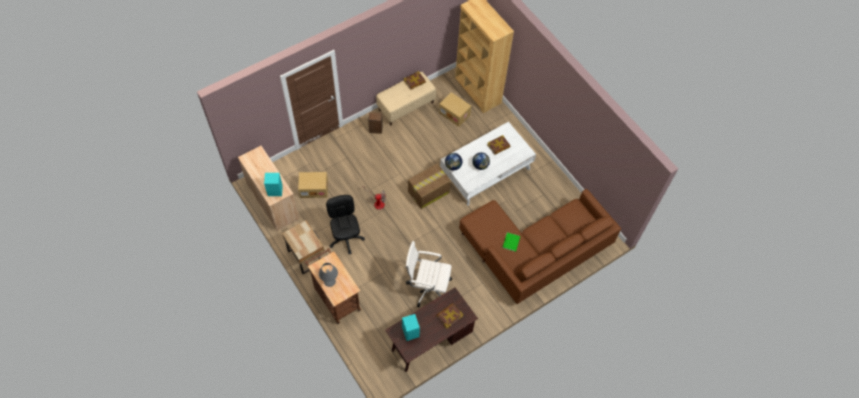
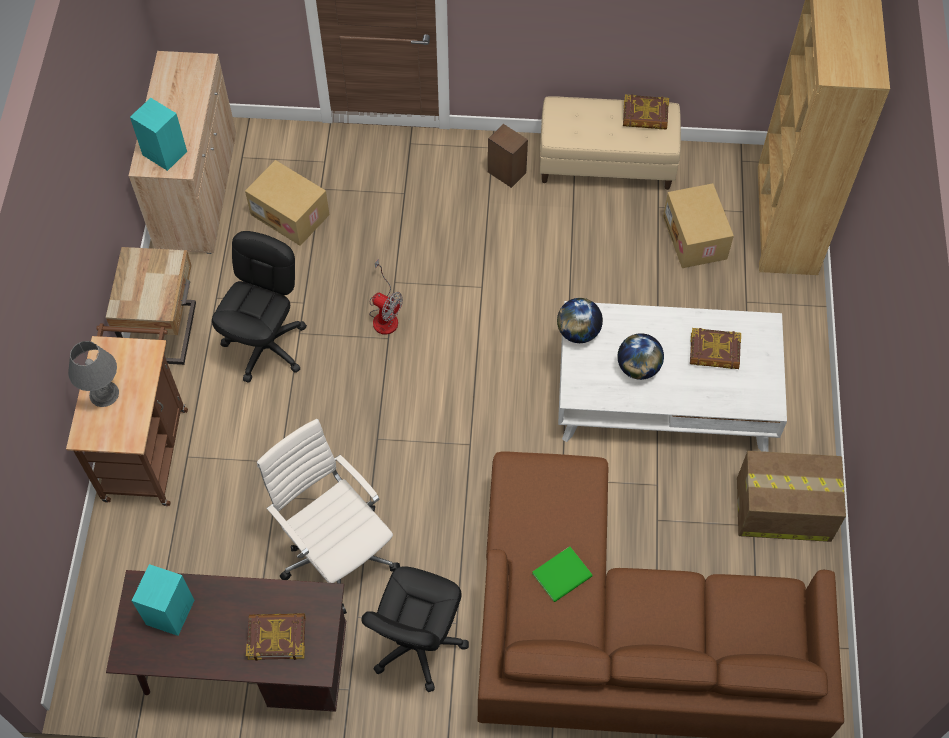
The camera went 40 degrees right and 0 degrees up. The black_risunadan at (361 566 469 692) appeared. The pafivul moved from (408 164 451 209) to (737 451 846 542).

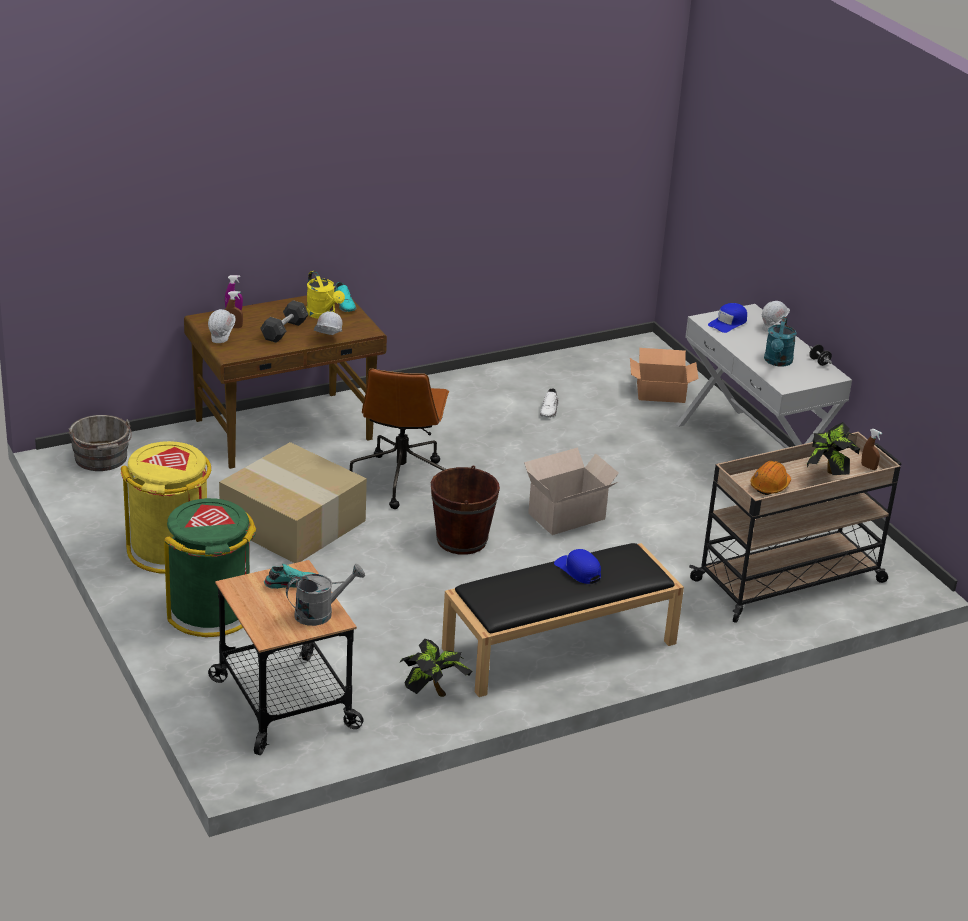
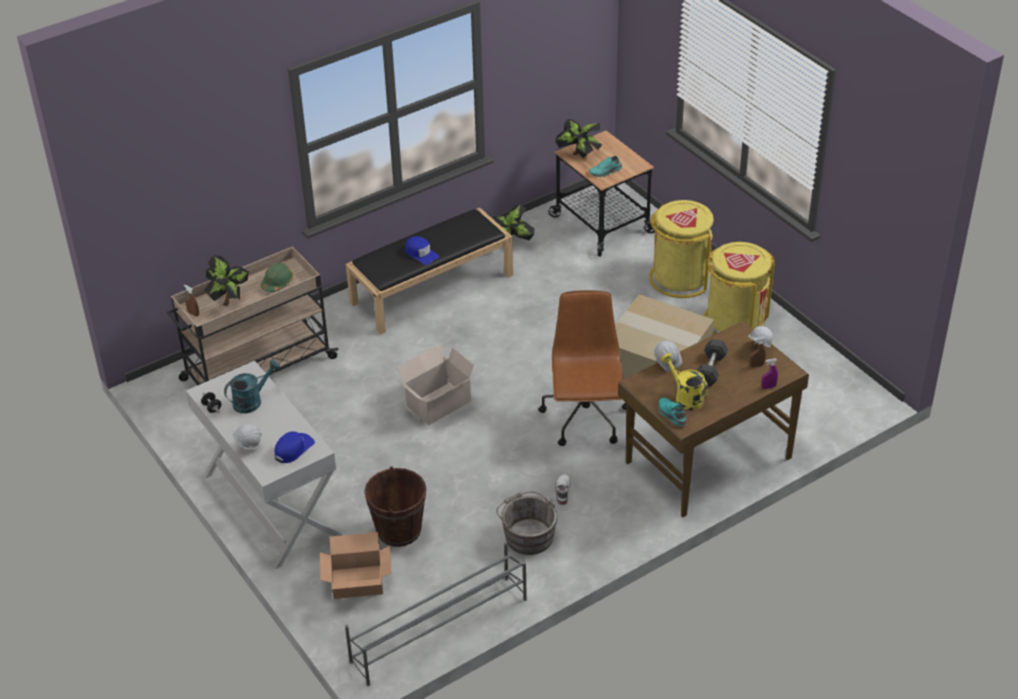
The camera went 175 degrees right and 10 degrees up. The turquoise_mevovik at (764 316 797 366) turned 45 degrees clockwise. The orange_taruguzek at (751 461 791 495) became the green_taruguzek at (261 263 293 292). The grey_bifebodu at (345 541 527 686) appeared. The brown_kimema moved from (431 465 500 555) to (364 467 426 547). The grey_kimema moved from (69 415 132 471) to (497 492 557 555). The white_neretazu moved from (540 388 559 418) to (554 474 571 505). The grey_mevovik at (286 564 365 626) was replaced by the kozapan at (555 119 602 158). The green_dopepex at (164 498 256 637) became the yellow_dopepex at (649 200 714 298).

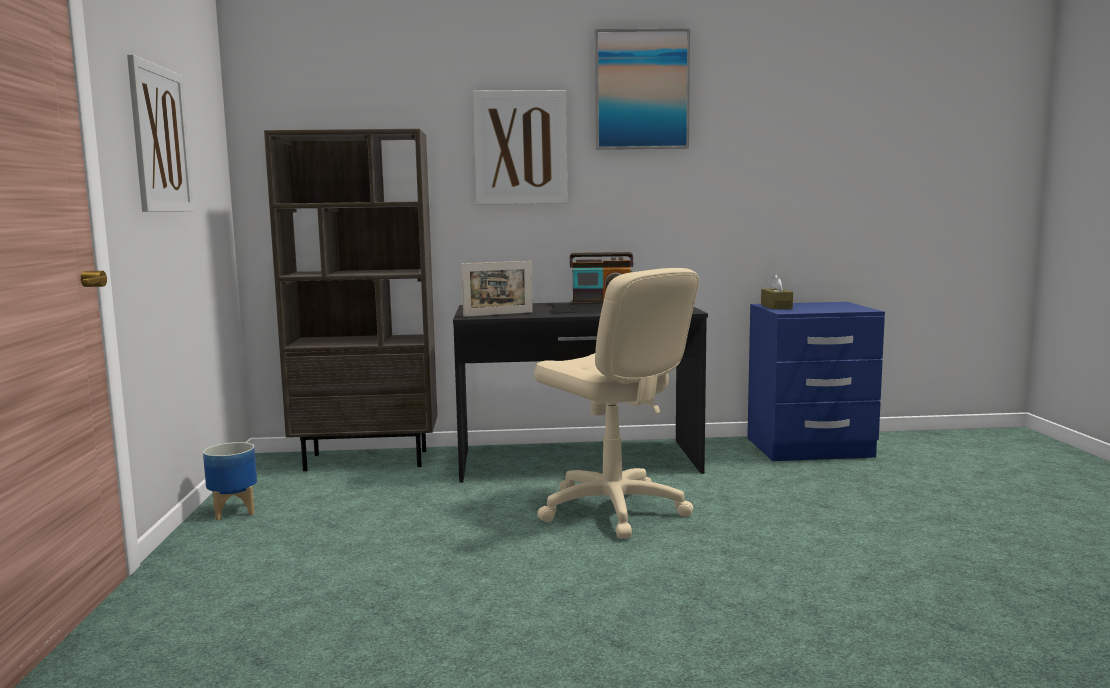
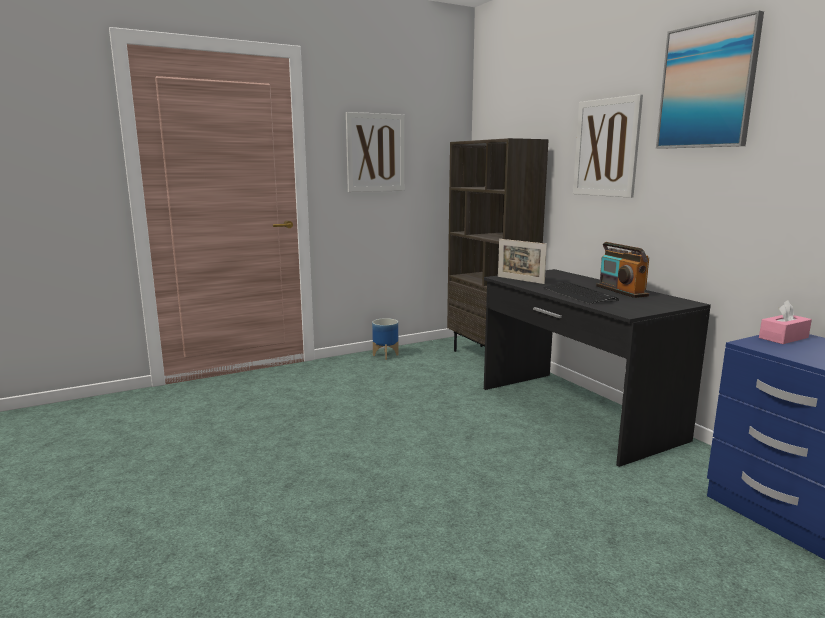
The camera went 65 degrees right and 5 degrees up. The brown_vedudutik at (761 274 793 309) became the pink_vedudutik at (759 300 812 344). The beige_risunadan at (534 268 699 538) disappeared.

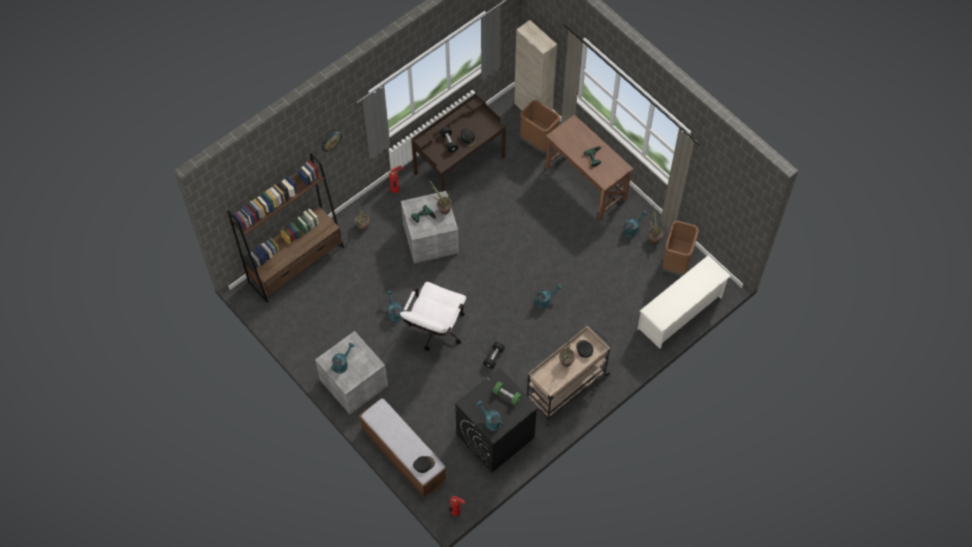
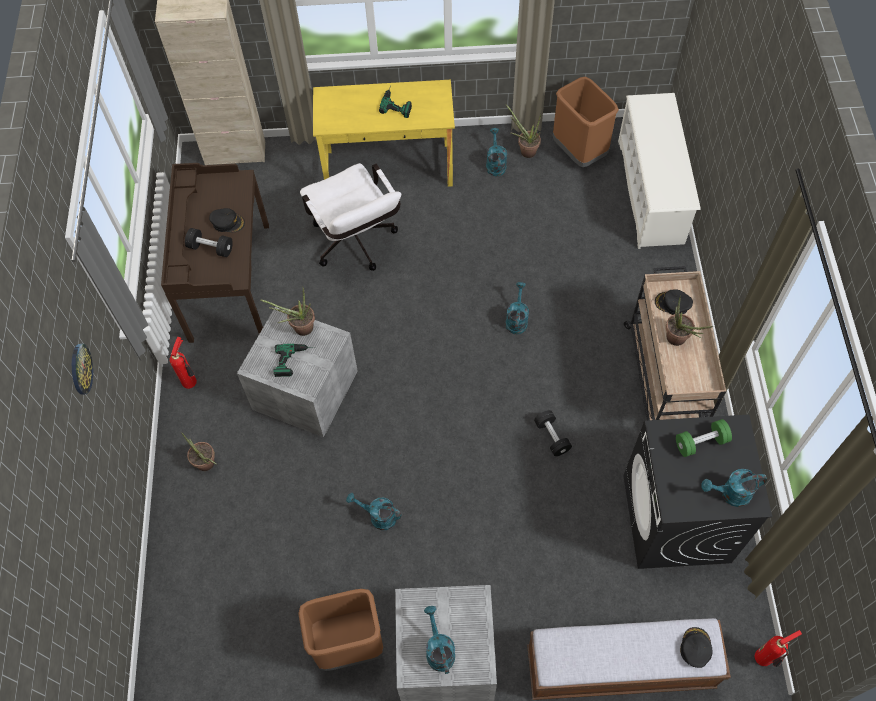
The camera went 50 degrees left and 0 degrees up. The brown_dopepex moved from (520 100 560 154) to (298 589 384 671). The white_risunadan moved from (400 282 466 351) to (300 163 402 271). The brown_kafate at (545 115 633 220) became the yellow_kafate at (313 80 455 187). The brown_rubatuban at (227 153 344 303) disappeared.

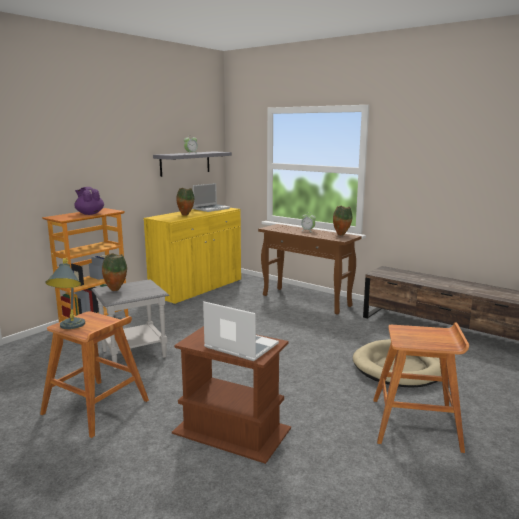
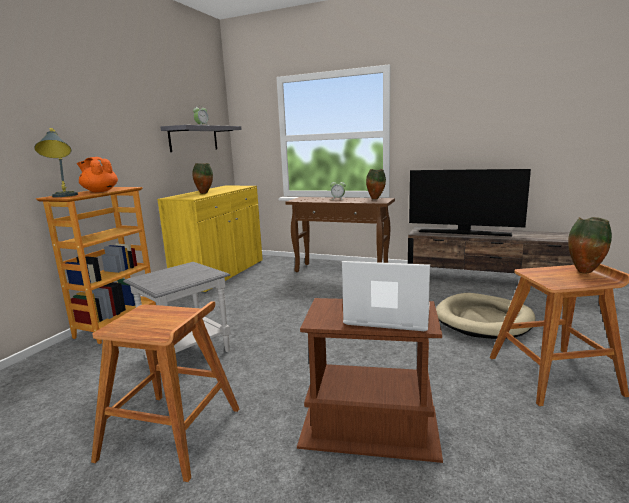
The camera went 15 degrees left and 0 degrees up. The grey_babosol moved from (45 258 85 329) to (34 128 78 197). The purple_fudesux at (74 187 104 215) became the orange_fudesux at (77 157 118 192). The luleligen at (409 169 531 236) appeared. The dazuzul moved from (102 253 127 291) to (568 217 612 274). The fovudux at (193 183 230 212) disappeared.

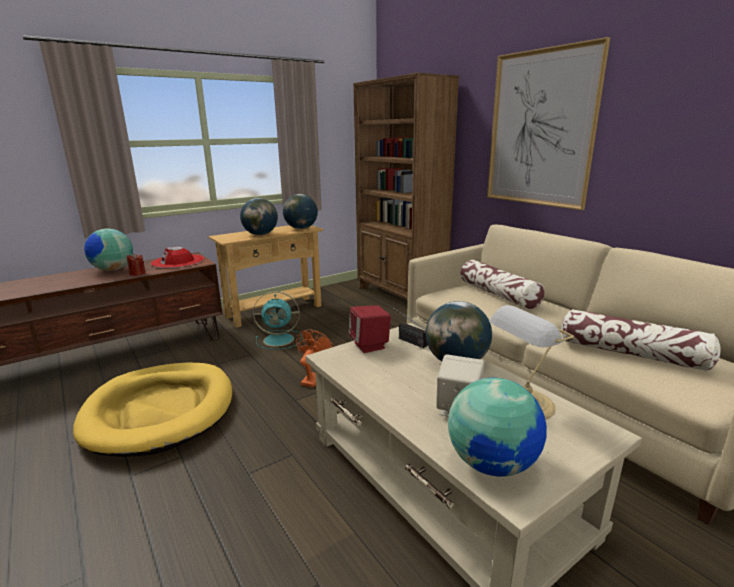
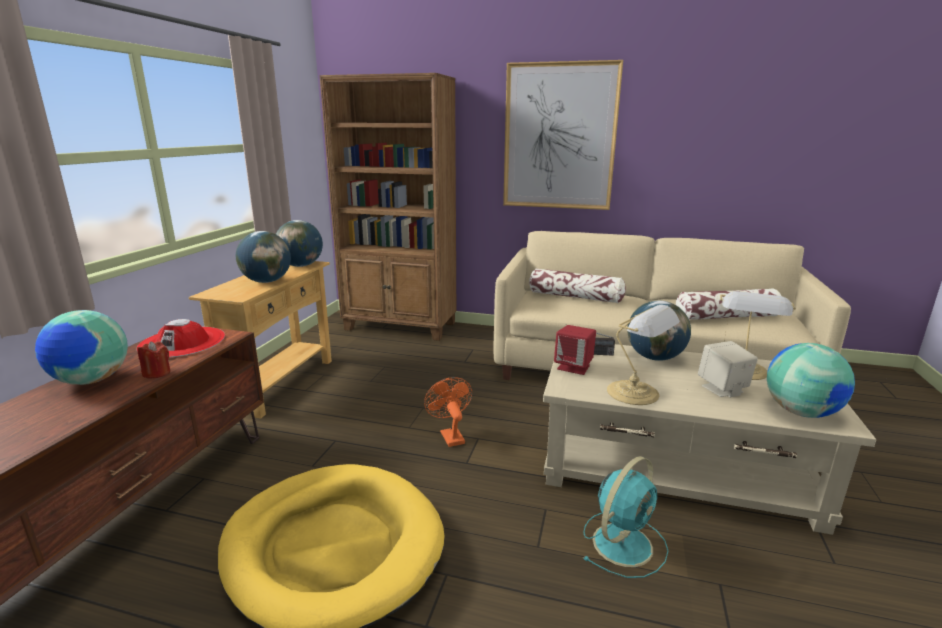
The camera went 40 degrees left and 0 degrees up. The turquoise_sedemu moved from (253 291 302 350) to (583 456 668 578). The babosol at (607 305 680 405) appeared.

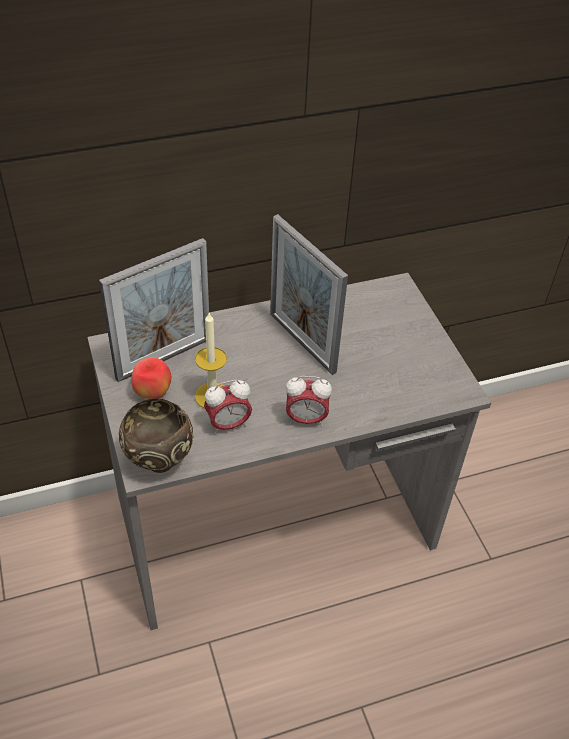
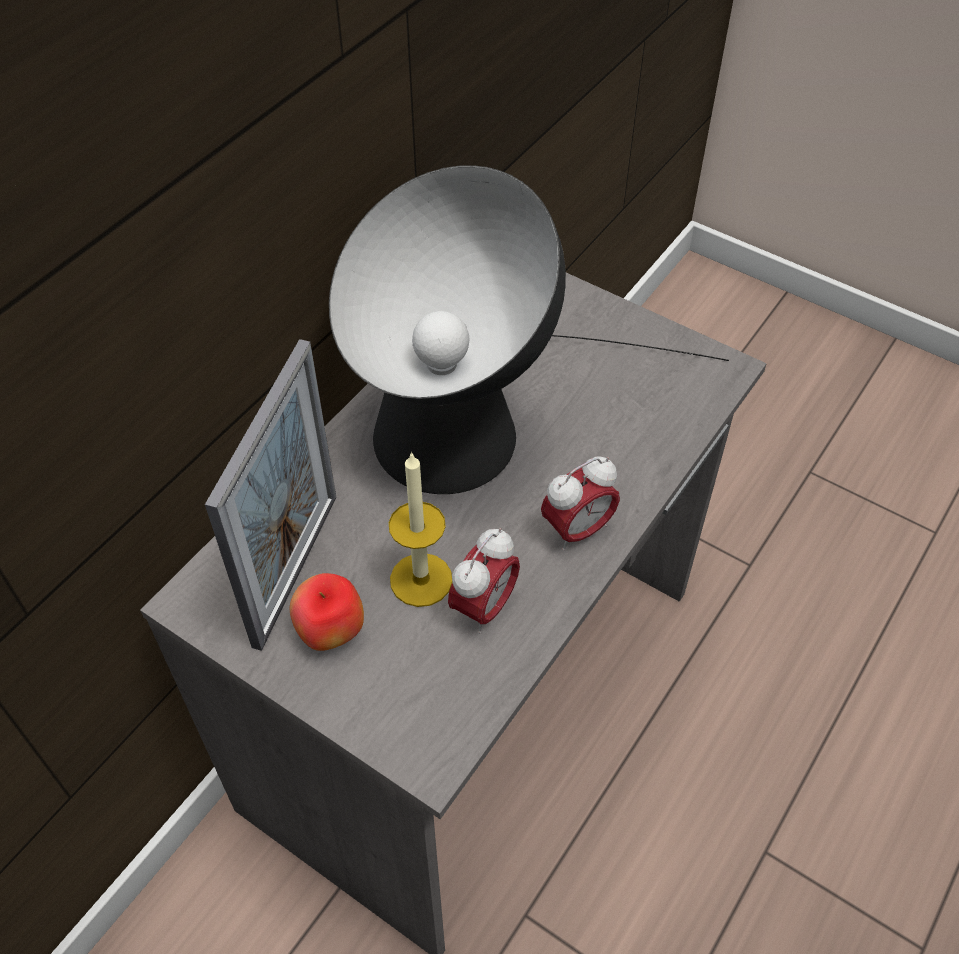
The camera went 35 degrees left and 5 degrees up. The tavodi at (270 214 348 375) was replaced by the babosol at (329 165 729 494). The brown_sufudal at (119 399 193 473) disappeared.

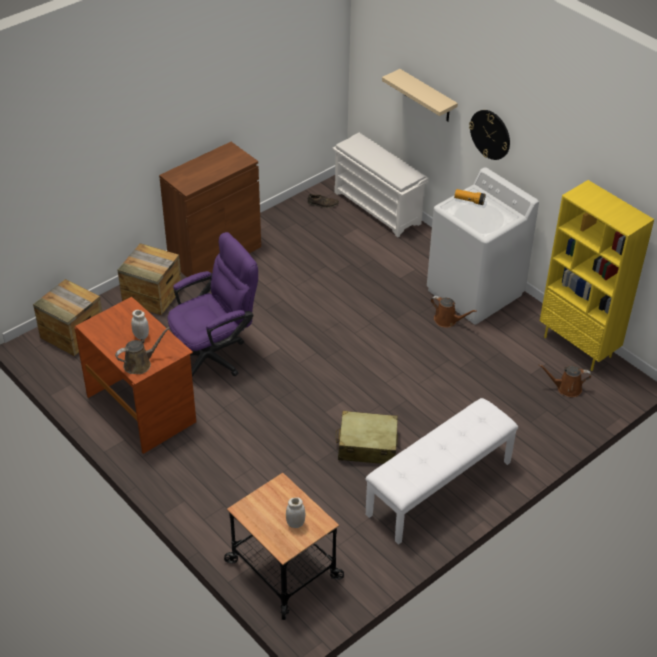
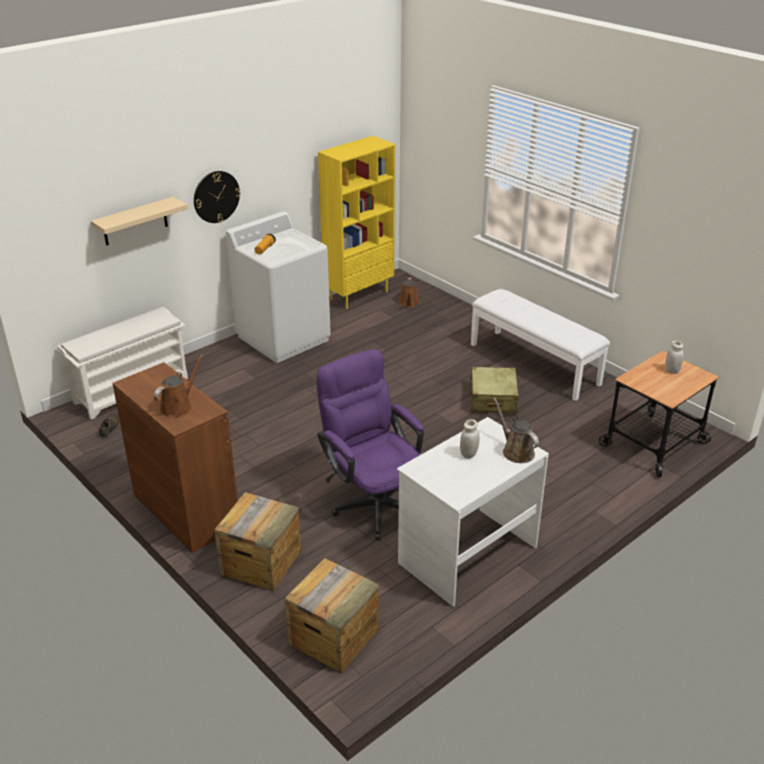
The camera went 90 degrees left and 10 degrees down. The brown_mevovik moved from (431 296 477 328) to (154 354 204 418). The brown_kafate at (75 297 196 454) became the white_kafate at (397 417 549 607).

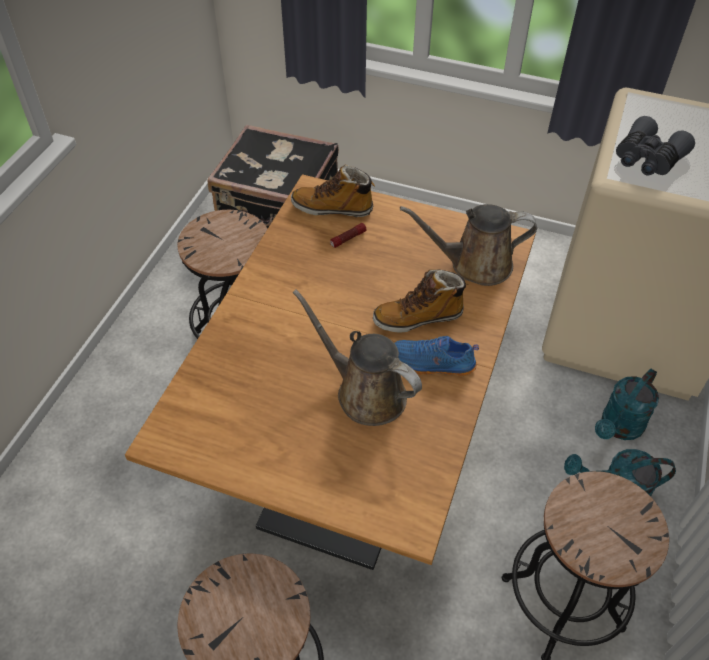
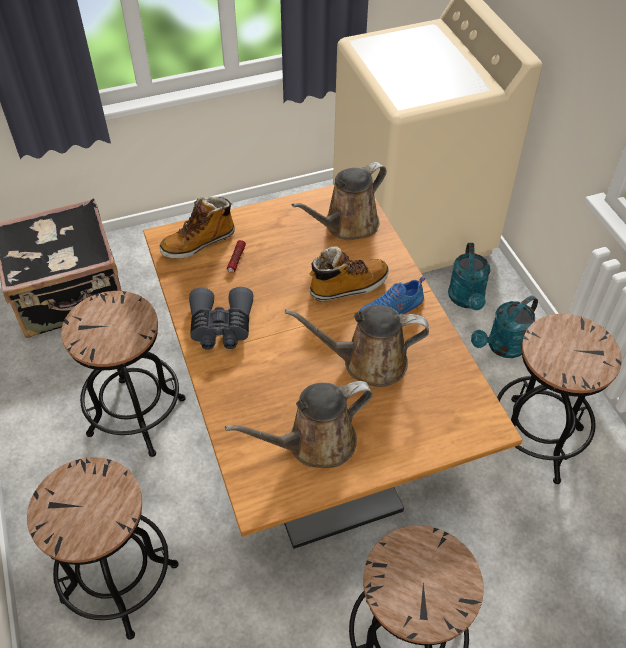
The camera went 40 degrees left and 0 degrees up. The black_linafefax at (27 457 179 640) appeared. The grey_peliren moved from (616 116 695 176) to (189 287 253 350). The brown_mevovik at (225 381 373 468) appeared. The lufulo at (373 269 468 333) turned 150 degrees counterclockwise.

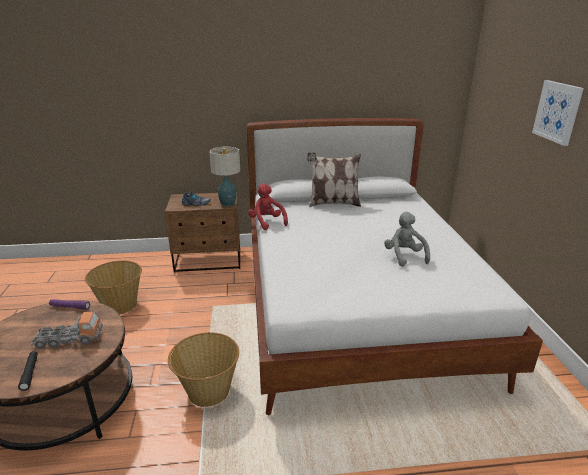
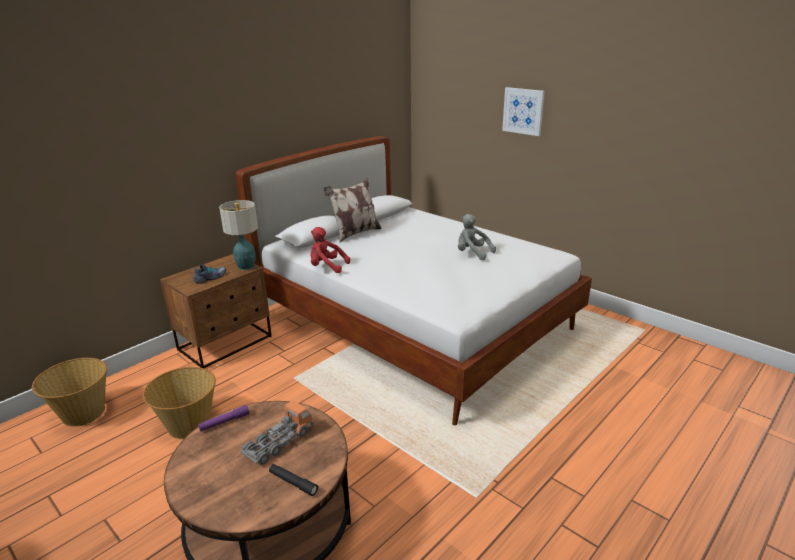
The camera went 40 degrees left and 0 degrees up. The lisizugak moved from (168 332 239 407) to (32 358 107 427).

